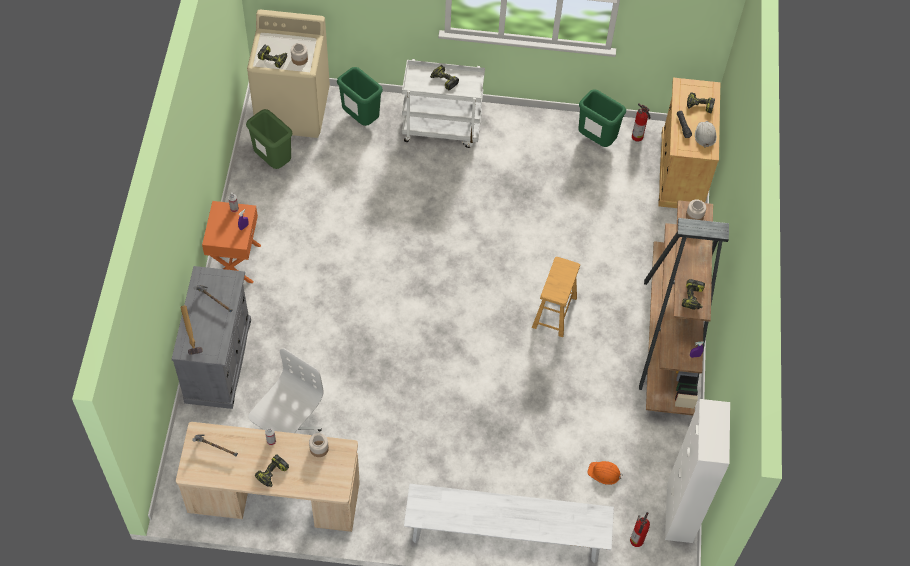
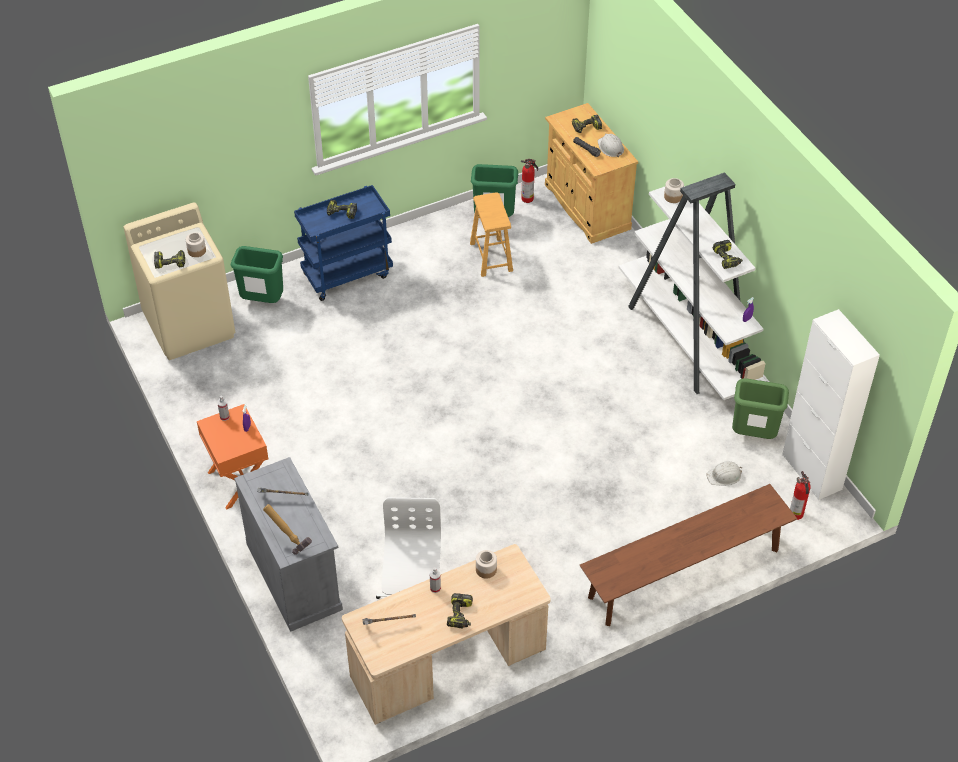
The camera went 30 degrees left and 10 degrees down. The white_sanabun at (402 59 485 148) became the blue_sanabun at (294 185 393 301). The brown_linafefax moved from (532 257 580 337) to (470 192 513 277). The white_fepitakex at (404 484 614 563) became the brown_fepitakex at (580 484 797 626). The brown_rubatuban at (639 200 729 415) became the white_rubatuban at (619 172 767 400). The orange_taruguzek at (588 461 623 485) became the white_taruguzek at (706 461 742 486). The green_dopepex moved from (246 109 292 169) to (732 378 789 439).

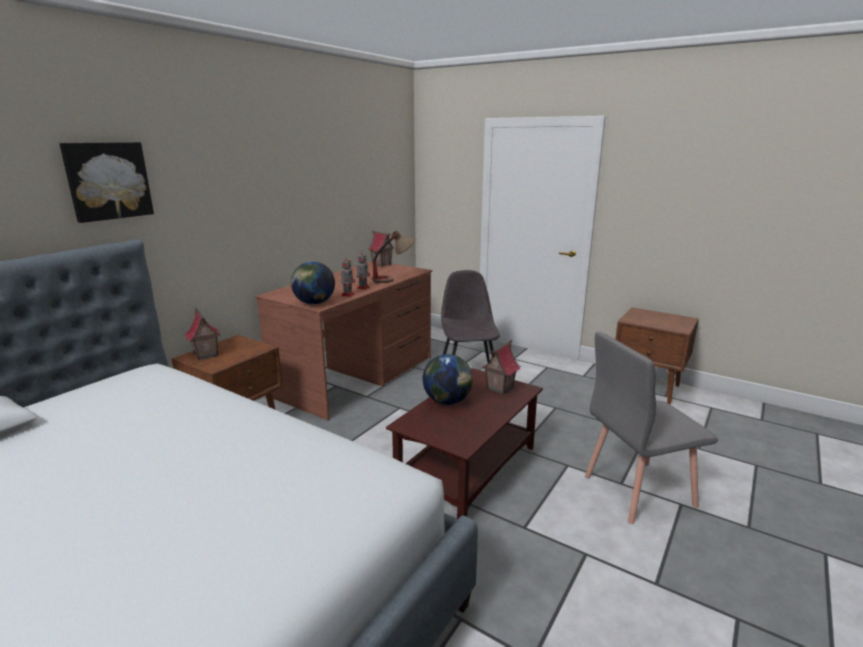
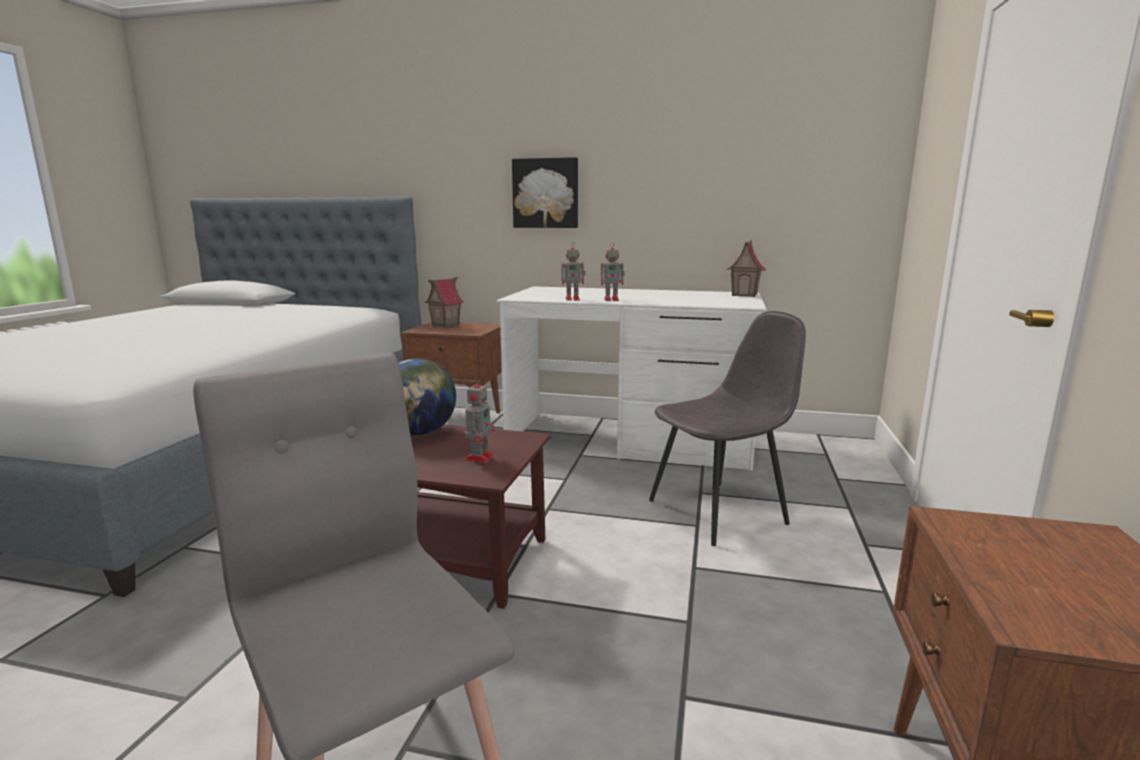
The camera went 70 degrees right and 5 degrees down. The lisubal at (482 340 520 395) was replaced by the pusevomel at (465 377 495 463). The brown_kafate at (256 261 432 420) became the white_kafate at (497 286 767 471). The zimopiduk moved from (59 142 154 223) to (512 157 578 228). The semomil at (291 261 335 304) disappeared. The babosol at (372 231 414 283) disappeared.

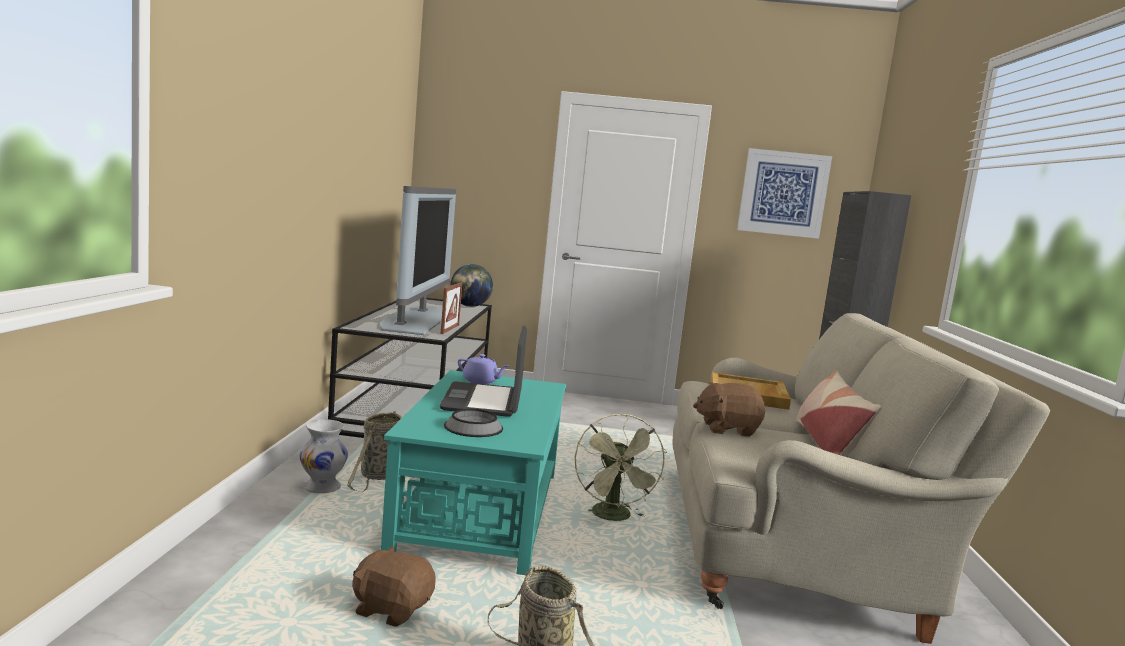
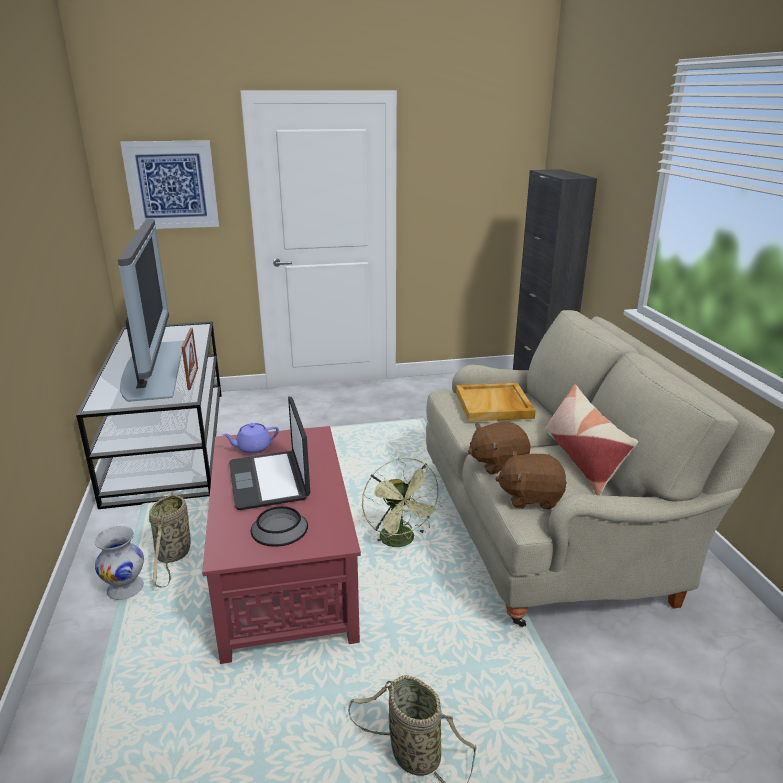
The camera went 15 degrees left and 15 degrees up. The zimopiduk moved from (737 148 832 239) to (120 140 219 230). The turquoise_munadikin at (381 370 566 575) became the red_munadikin at (202 426 361 664). The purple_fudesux at (458 354 509 384) turned 150 degrees clockwise. The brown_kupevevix moved from (352 546 436 627) to (495 450 567 510). The semomil at (451 264 493 307) disappeared.

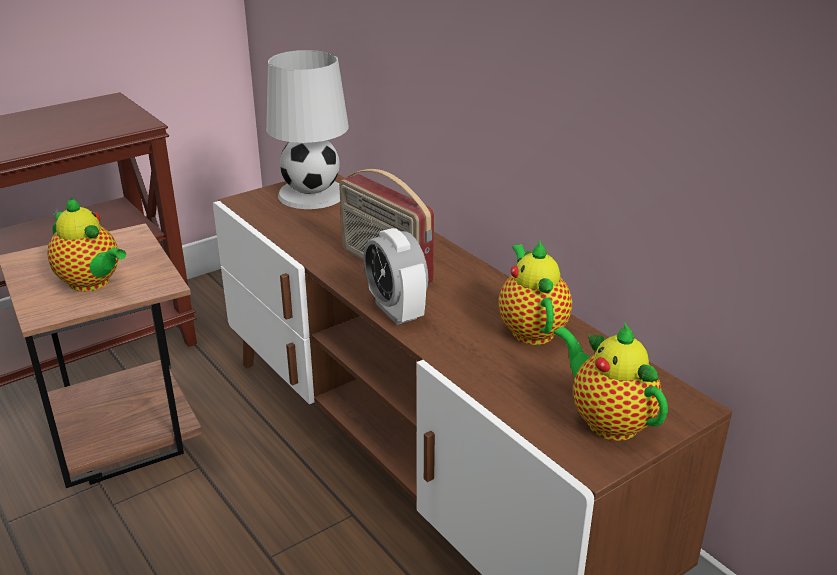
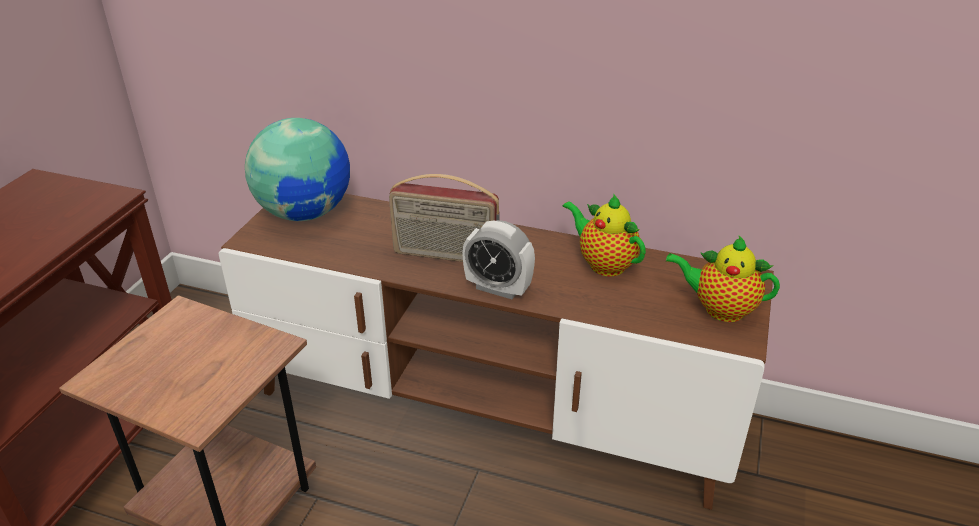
The camera went 35 degrees left and 5 degrees up. The white_babosol at (266 50 349 209) was replaced by the semomil at (245 118 350 221). The fudesux at (47 197 126 291) disappeared.

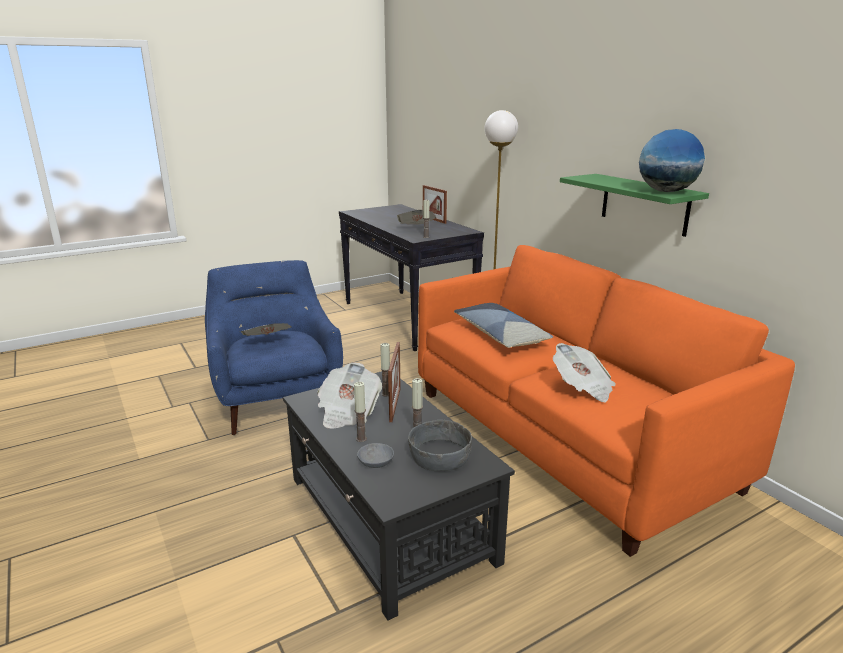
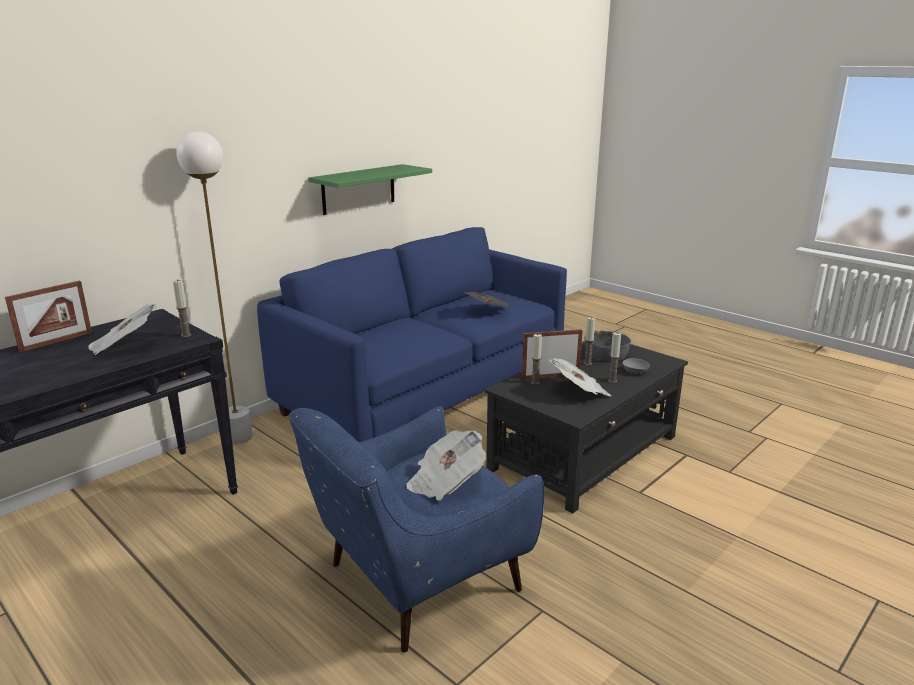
The camera went 105 degrees left and 0 degrees up. The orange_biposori at (418 245 795 557) became the blue_biposori at (257 227 567 442). The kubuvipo at (454 303 553 348) disappeared. The semomil at (639 129 705 192) disappeared.

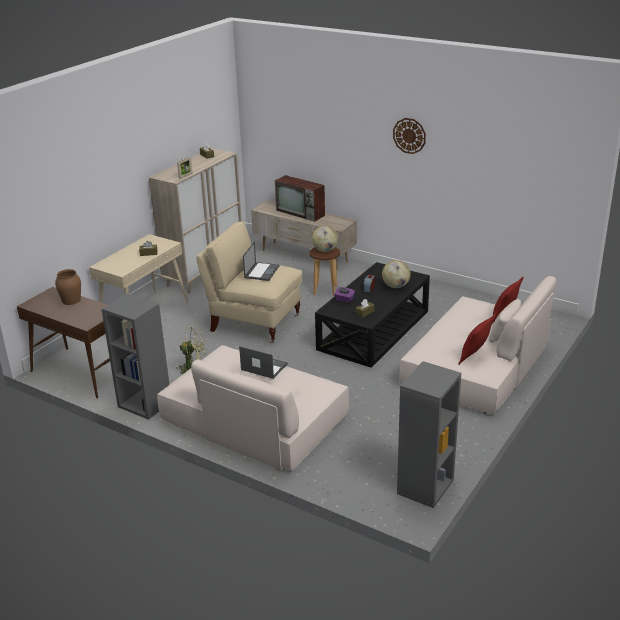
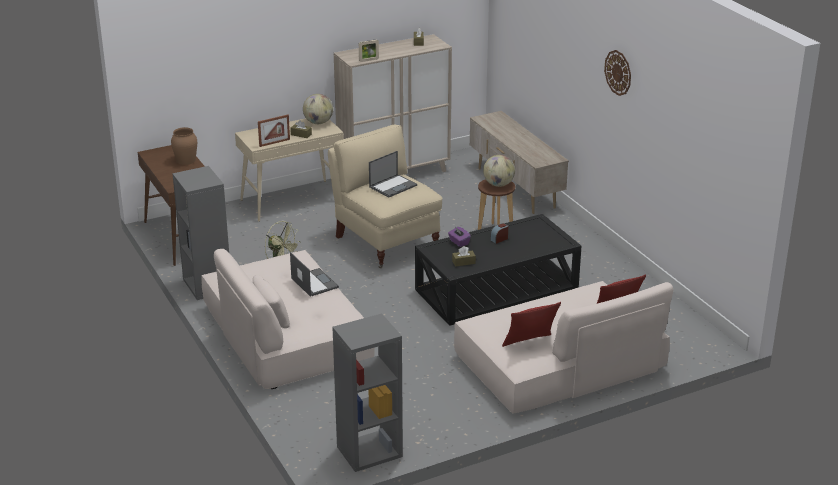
The camera went 30 degrees right and 0 degrees up. The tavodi at (258 115 290 147) appeared. The semomil moved from (382 260 411 288) to (303 94 333 124). The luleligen at (275 175 325 222) disappeared.

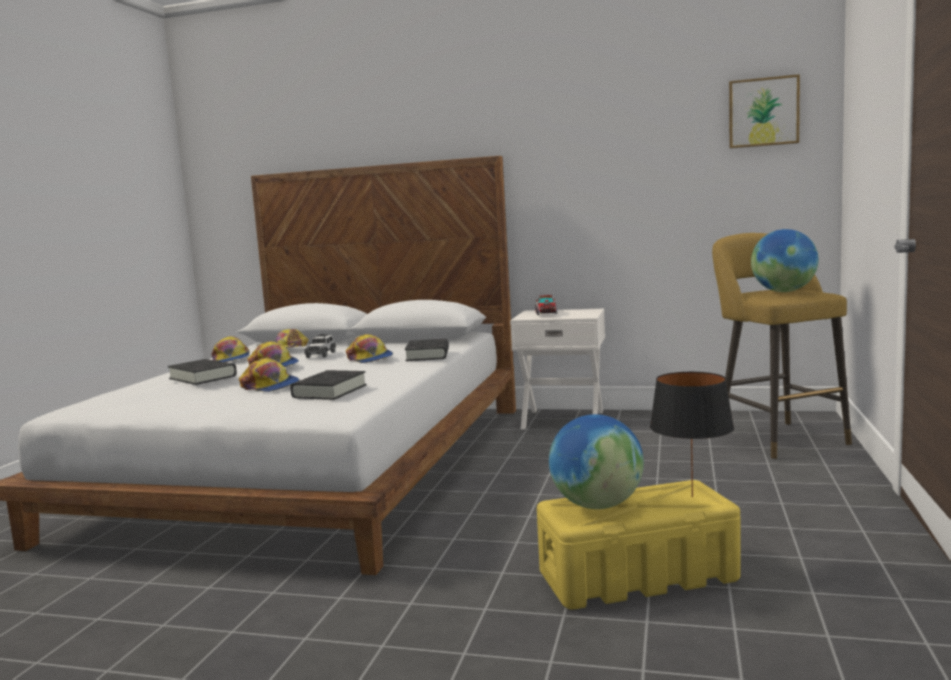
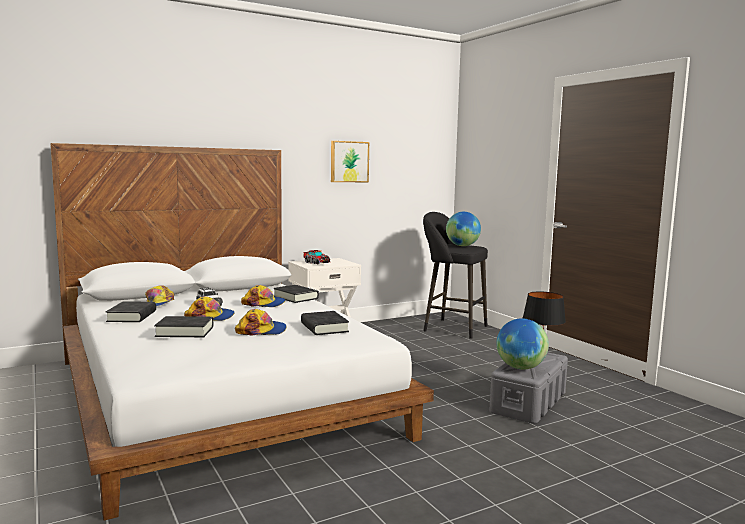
The camera went 45 degrees left and 0 degrees up. The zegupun at (212 336 250 362) was replaced by the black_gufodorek at (106 301 156 322). The zimopiduk moved from (729 74 800 149) to (331 141 369 182). The yellow_linafefax at (712 233 852 459) became the black_linafefax at (423 212 488 338). The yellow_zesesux at (537 480 741 610) became the grey_zesesux at (490 352 568 424).

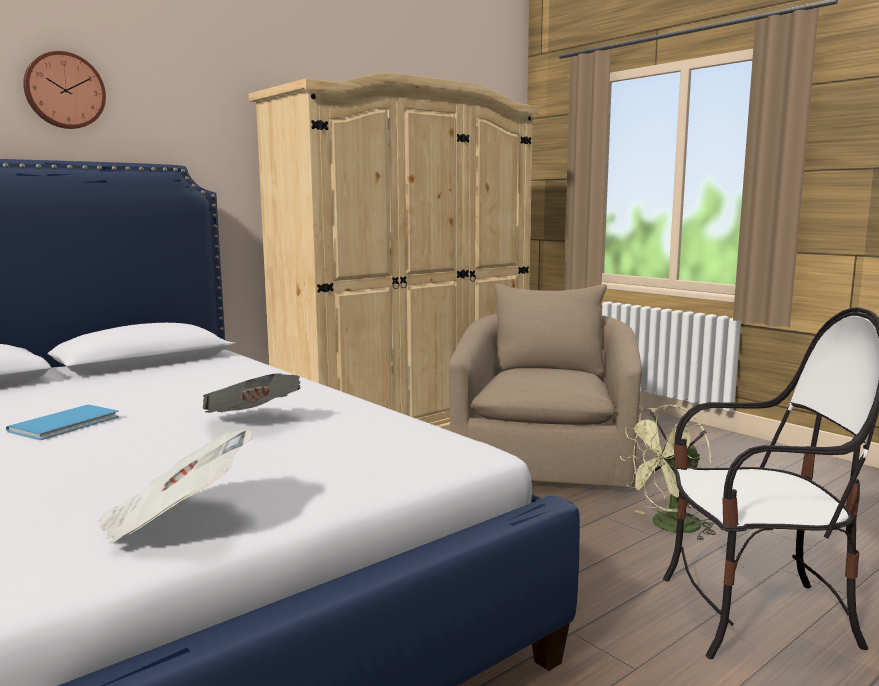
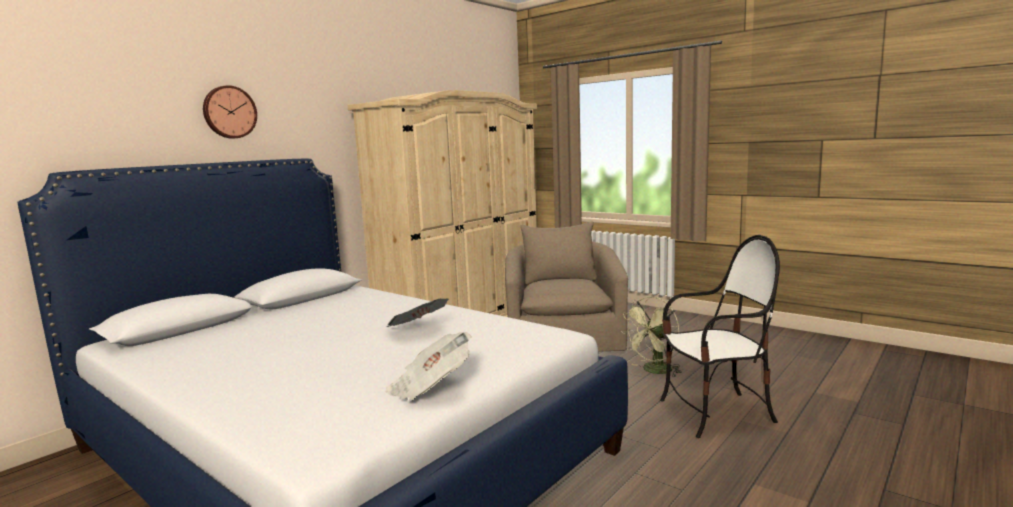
The camera went 10 degrees left and 0 degrees up. The blue_gufodorek at (6 404 119 440) disappeared.

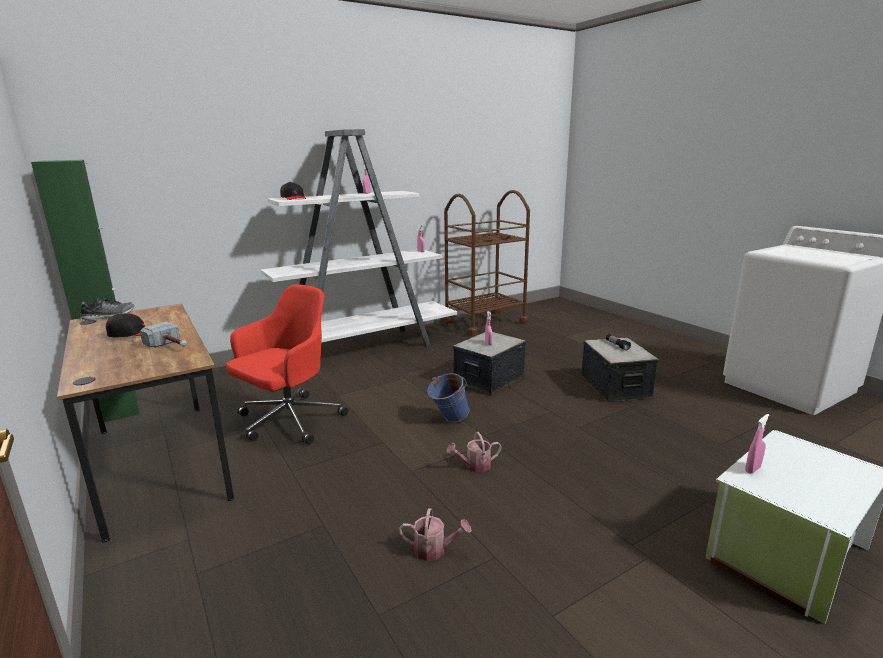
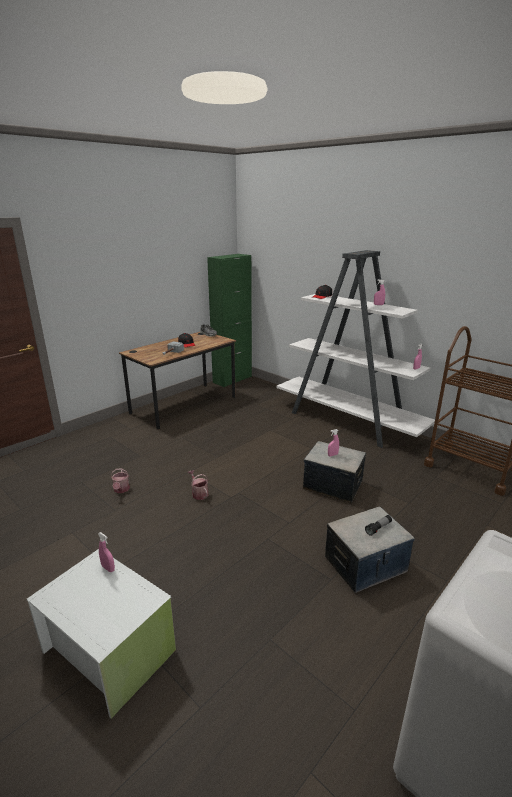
The camera went 75 degrees right and 5 degrees up. The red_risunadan at (226 285 348 444) disappeared. The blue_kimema at (427 373 469 422) disappeared.

